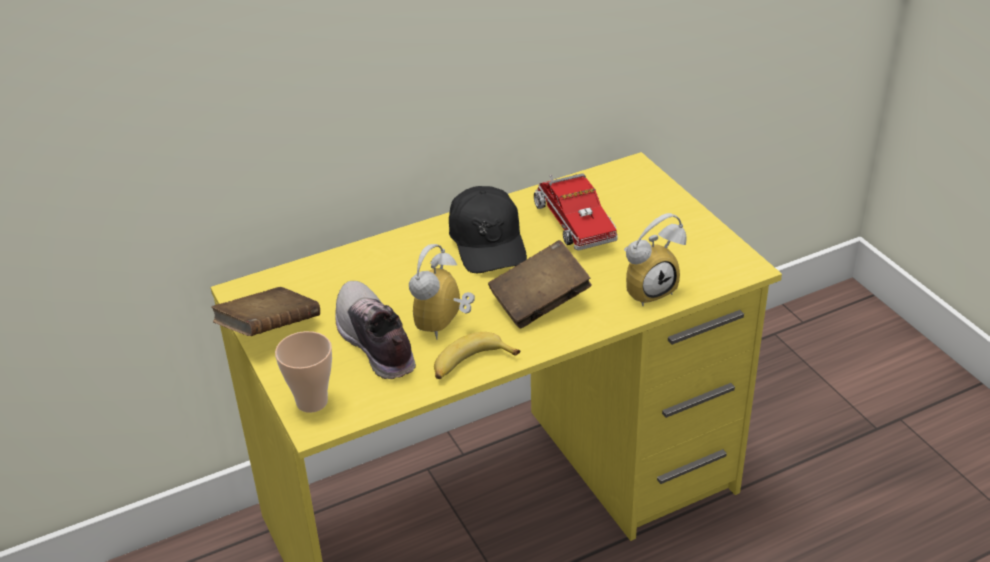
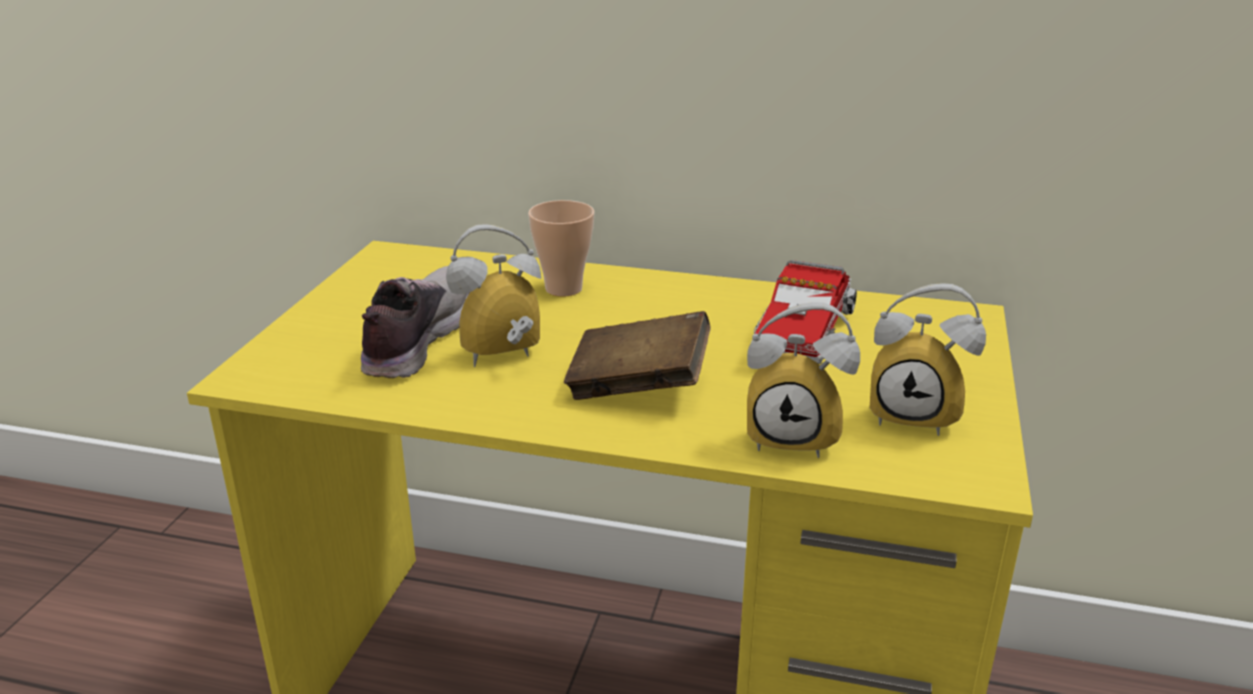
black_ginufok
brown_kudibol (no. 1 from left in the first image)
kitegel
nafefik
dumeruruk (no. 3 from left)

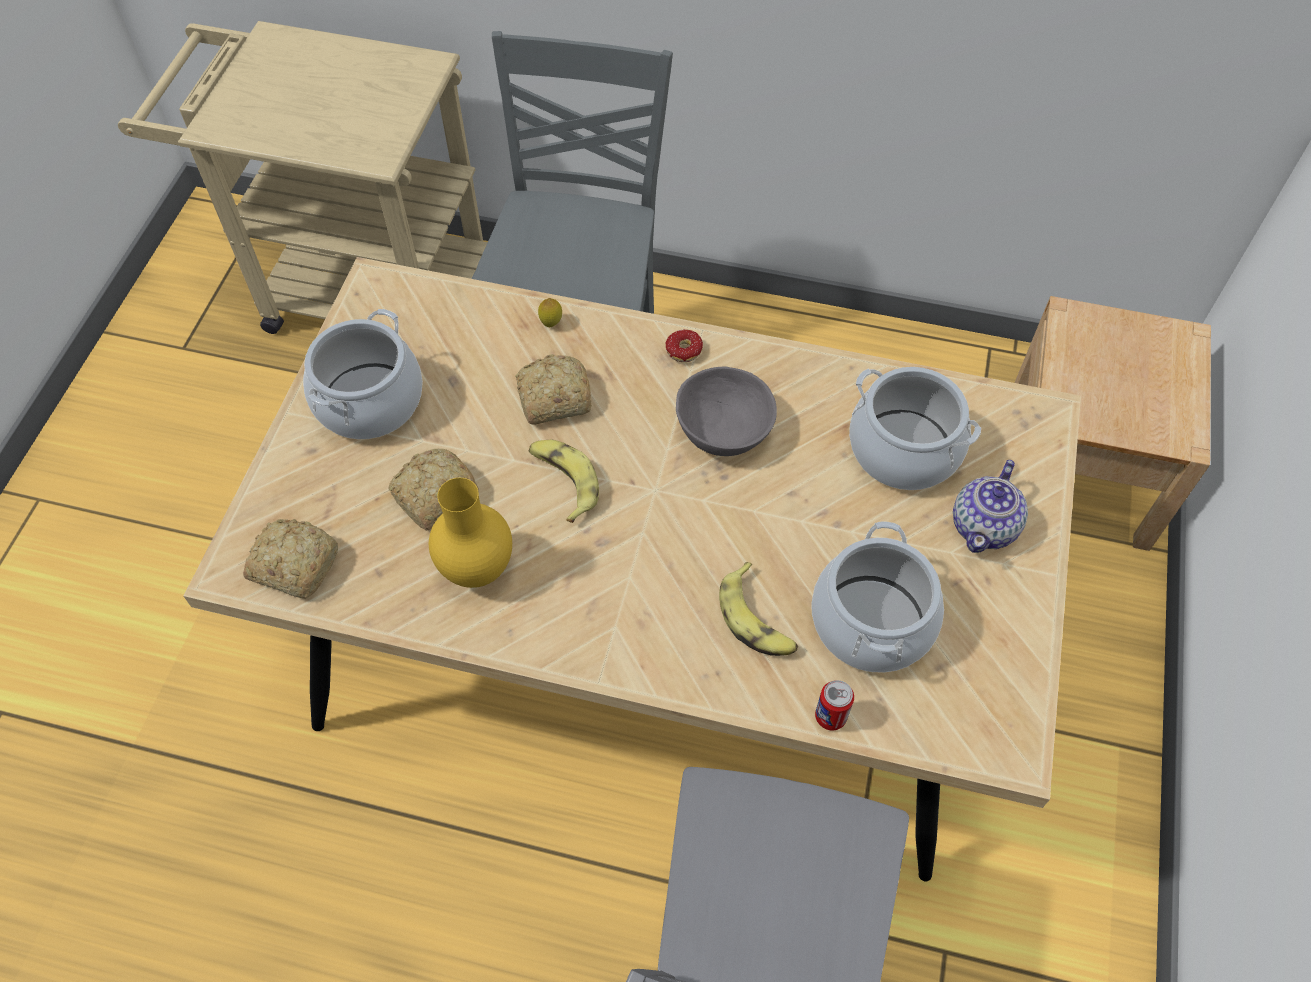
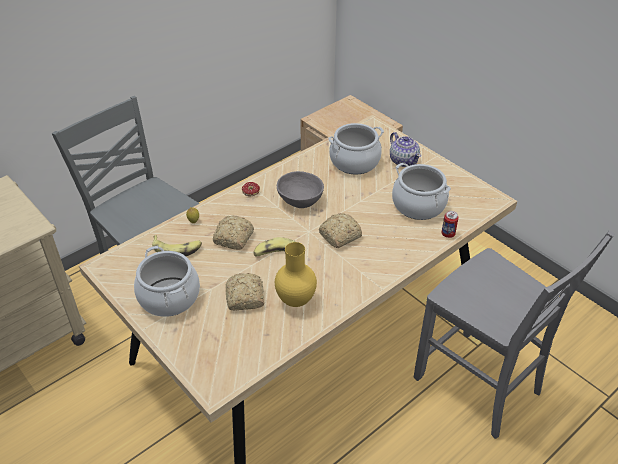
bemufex (no. 3 from left)
nafefik (no. 1 from left)

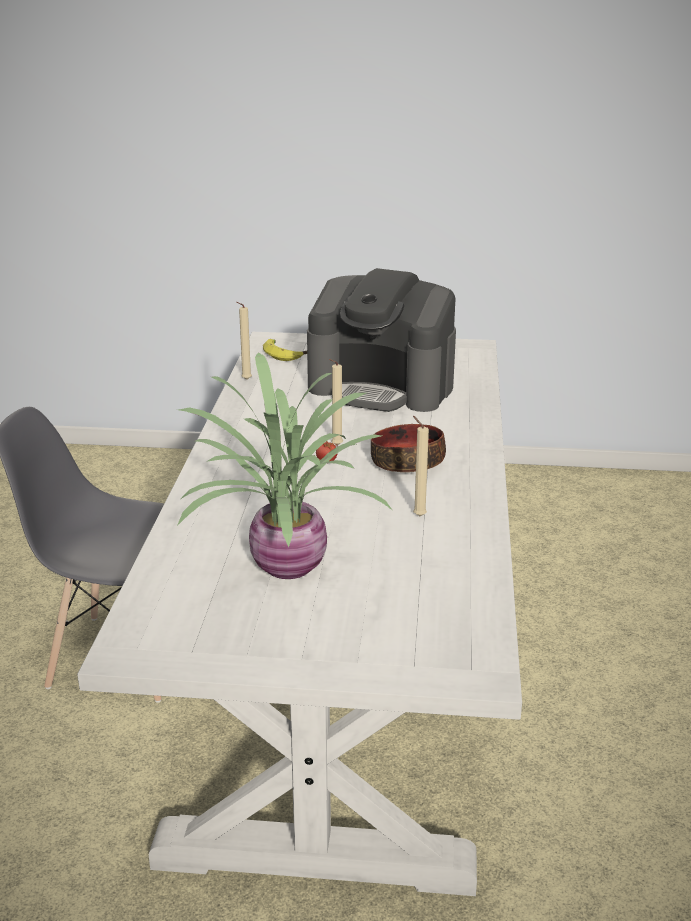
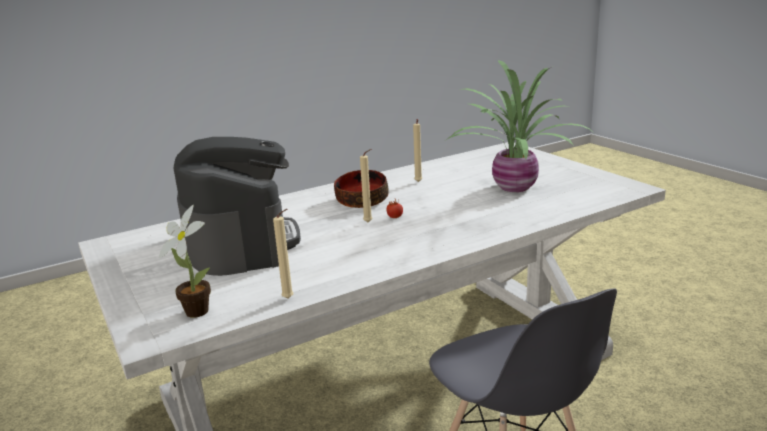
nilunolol (no. 1 from left)

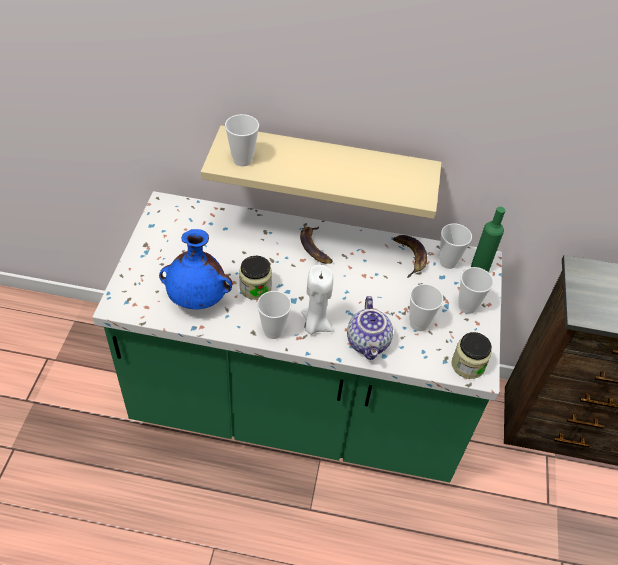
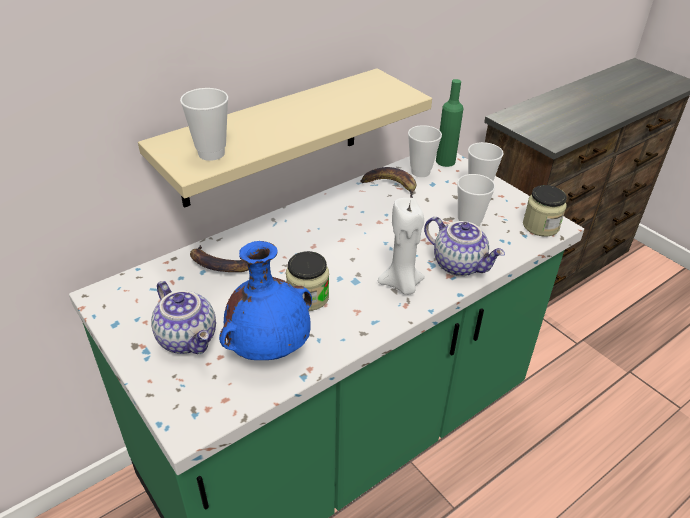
nafefik (no. 1 from left)
kitegel (no. 2 from left in the first image)
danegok (no. 1 from left)

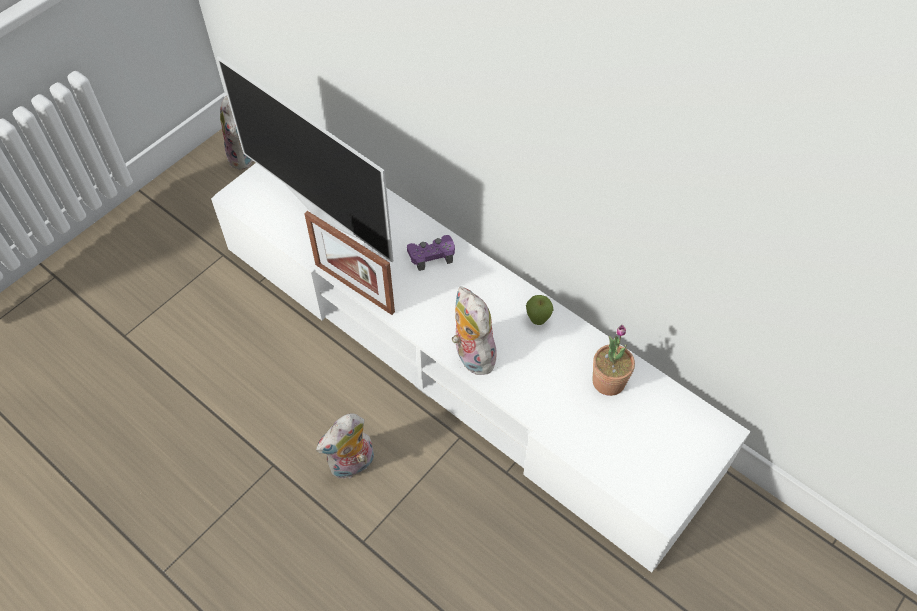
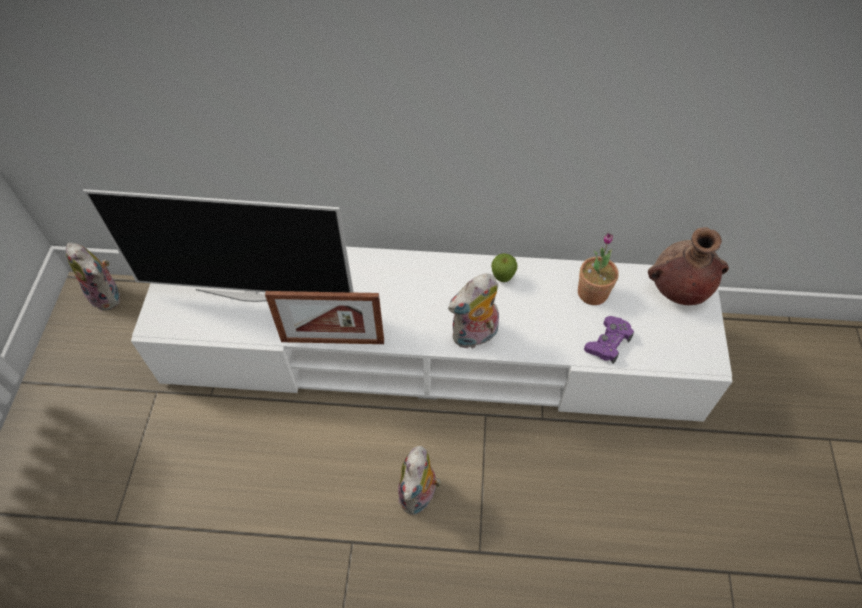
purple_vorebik
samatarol (no. 3 from left)
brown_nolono

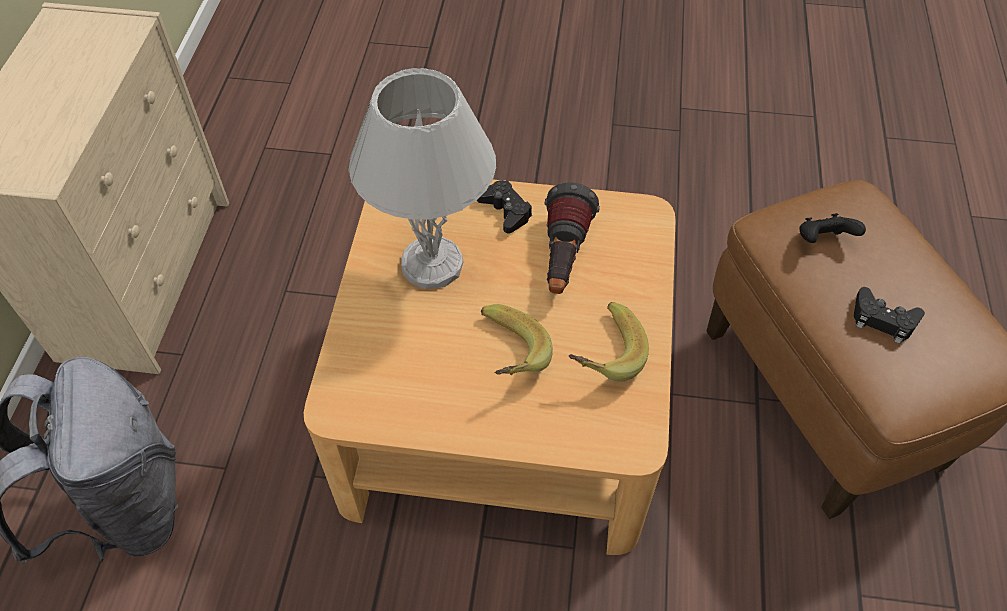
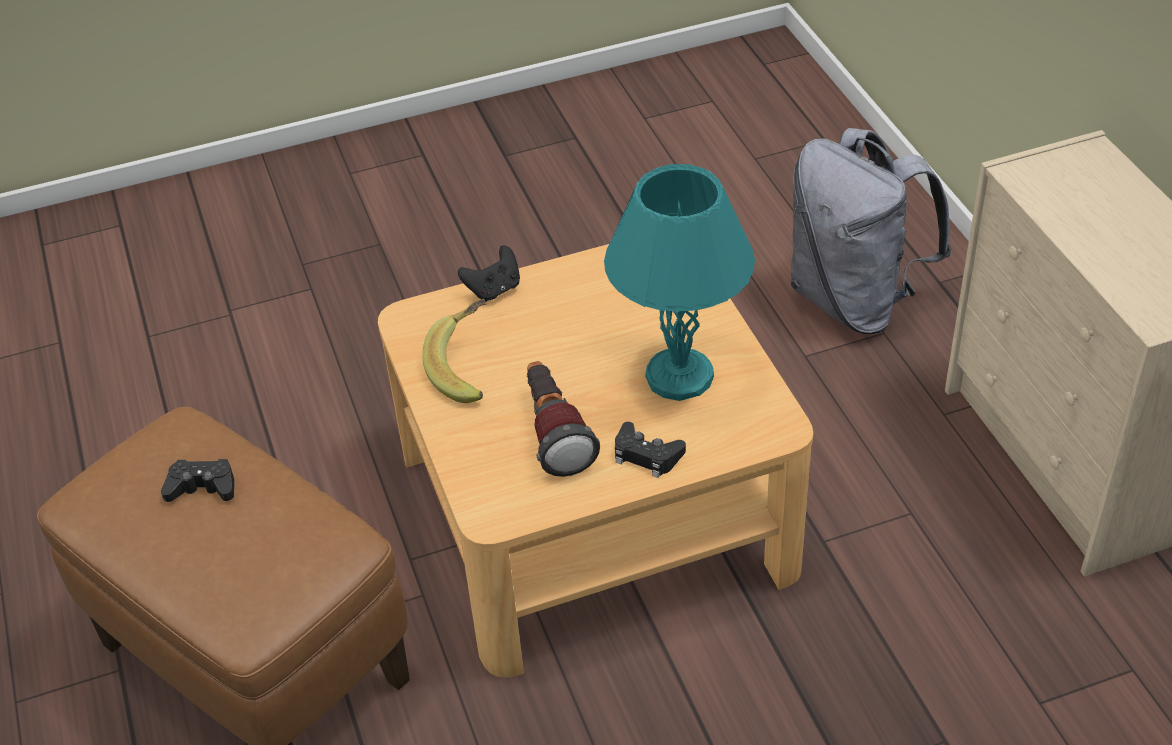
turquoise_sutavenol
black_vorebik (no. 2 from left)
nafefik (no. 1 from left in the first image)

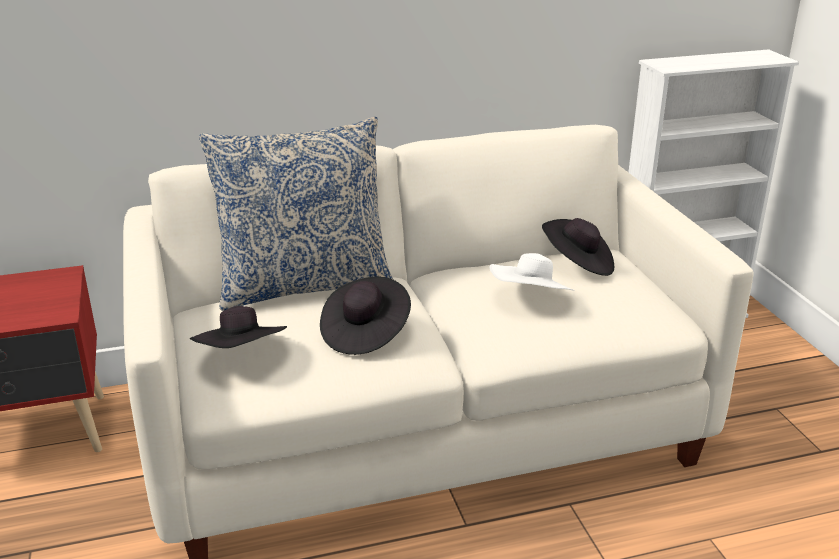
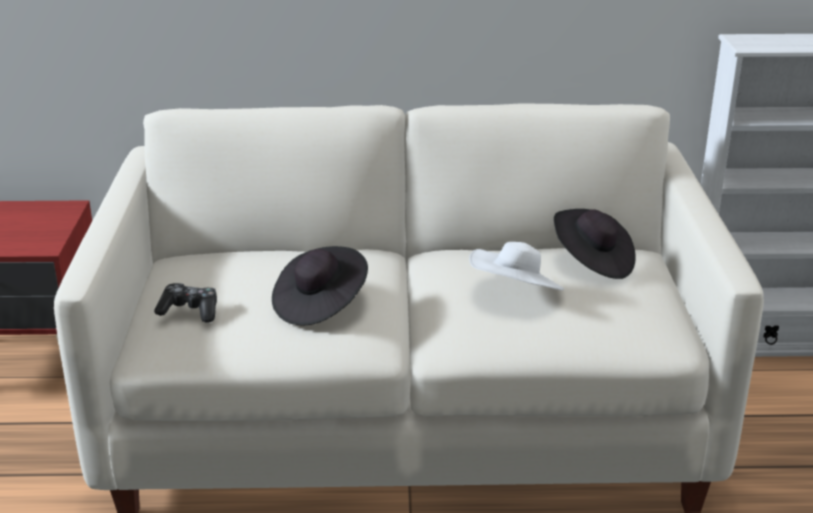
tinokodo
vorebik

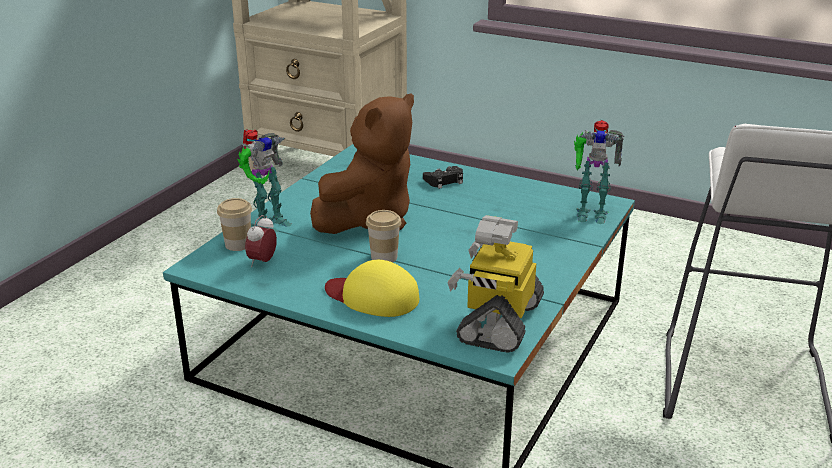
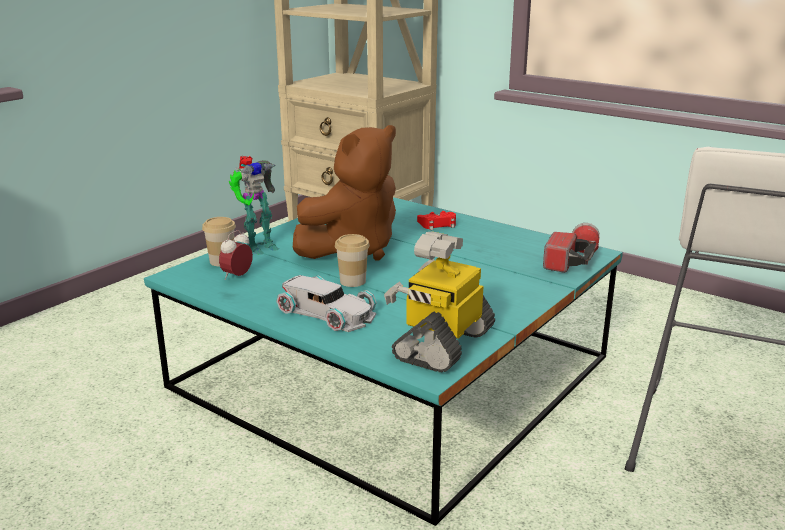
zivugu
red_vorebik
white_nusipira

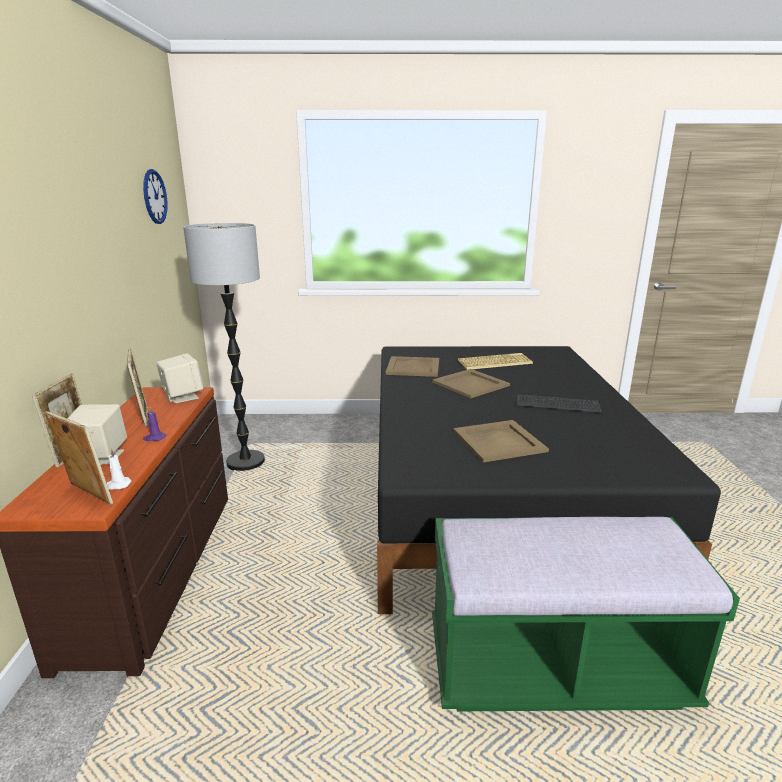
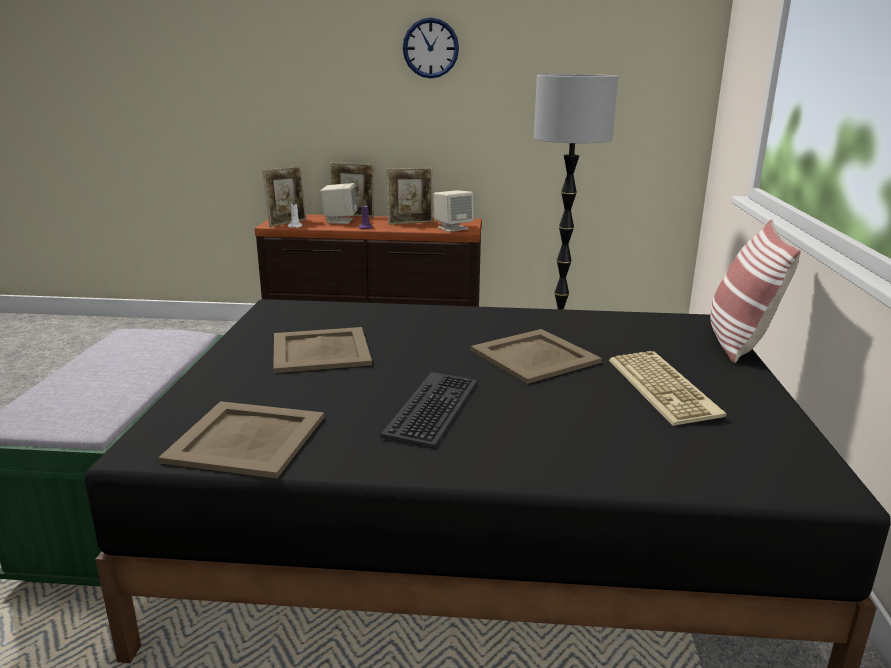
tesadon
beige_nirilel (no. 1 from left)
tinokodo

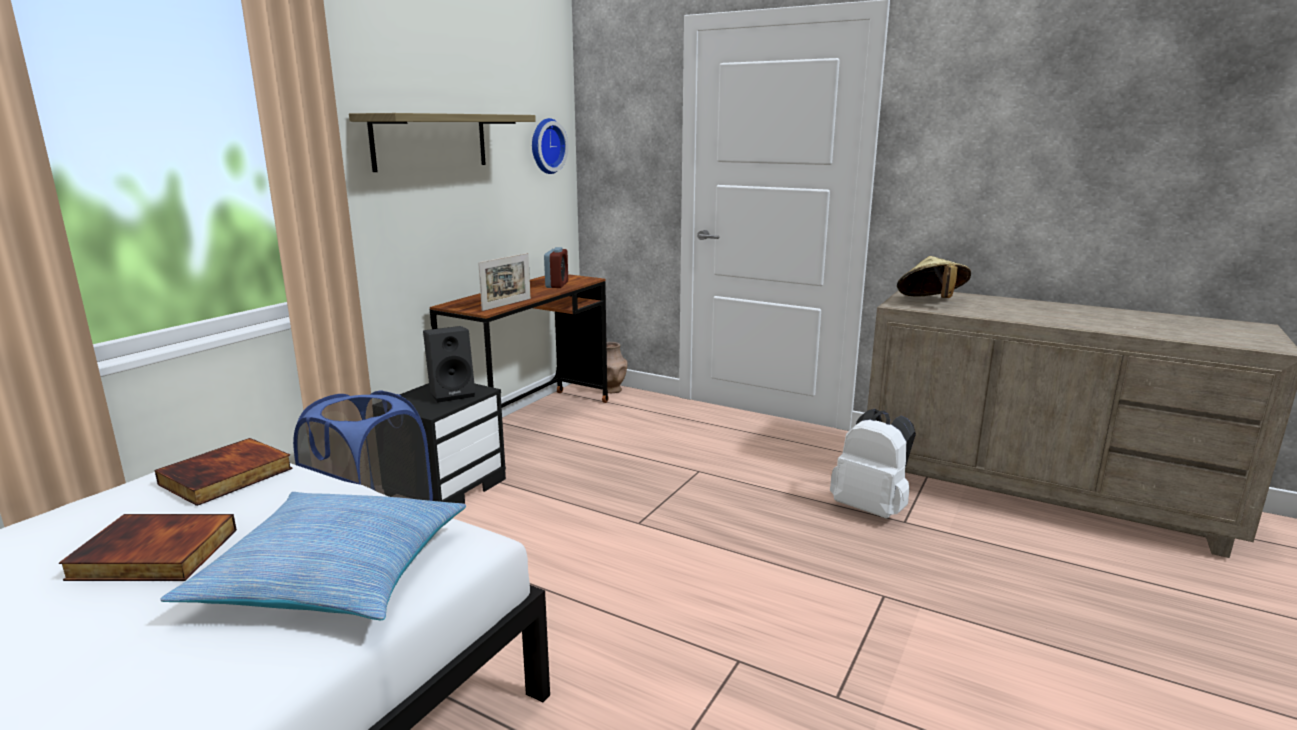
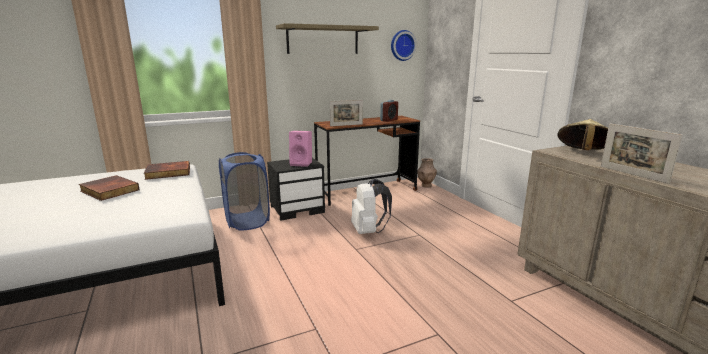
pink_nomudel
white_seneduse
tinokodo
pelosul (no. 2 from left)

